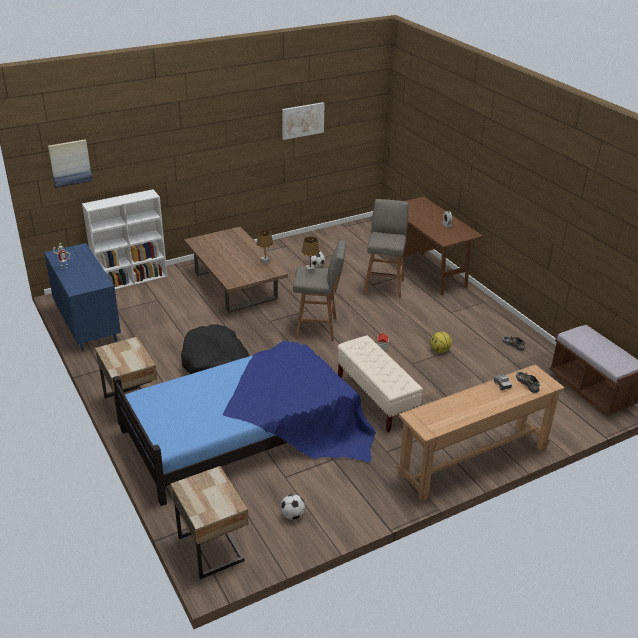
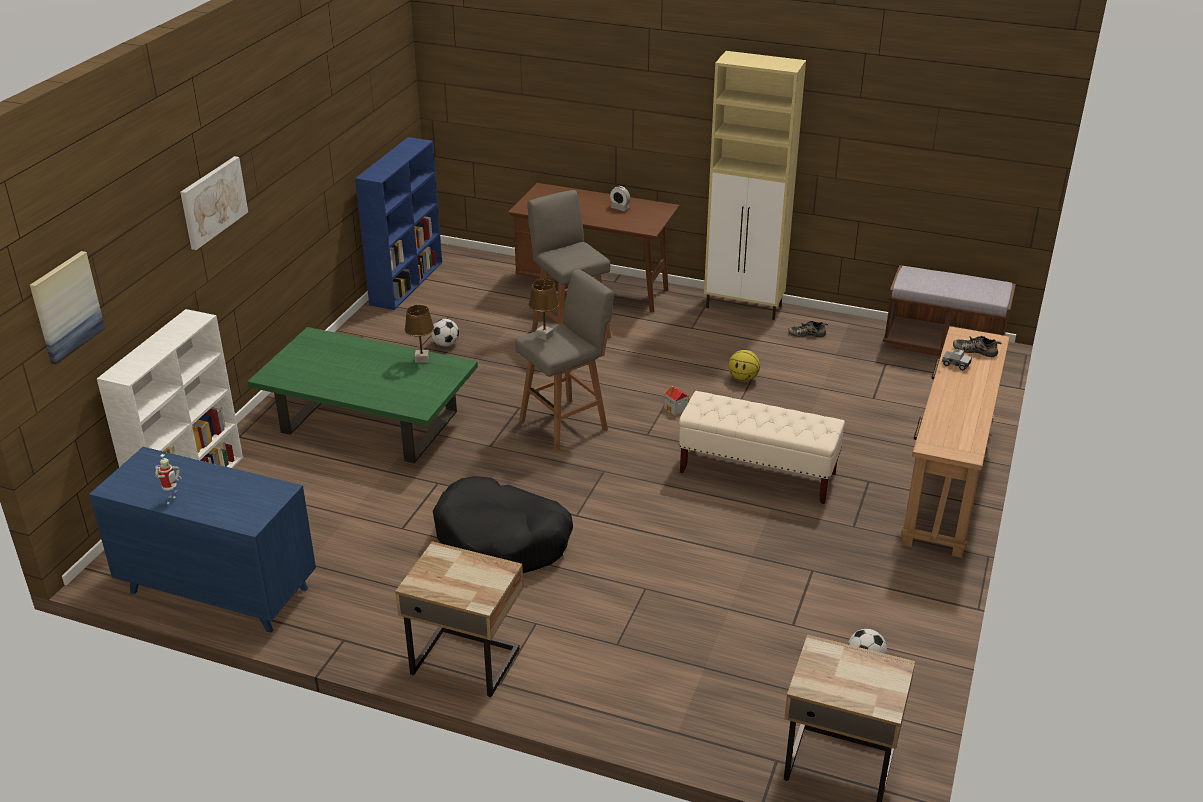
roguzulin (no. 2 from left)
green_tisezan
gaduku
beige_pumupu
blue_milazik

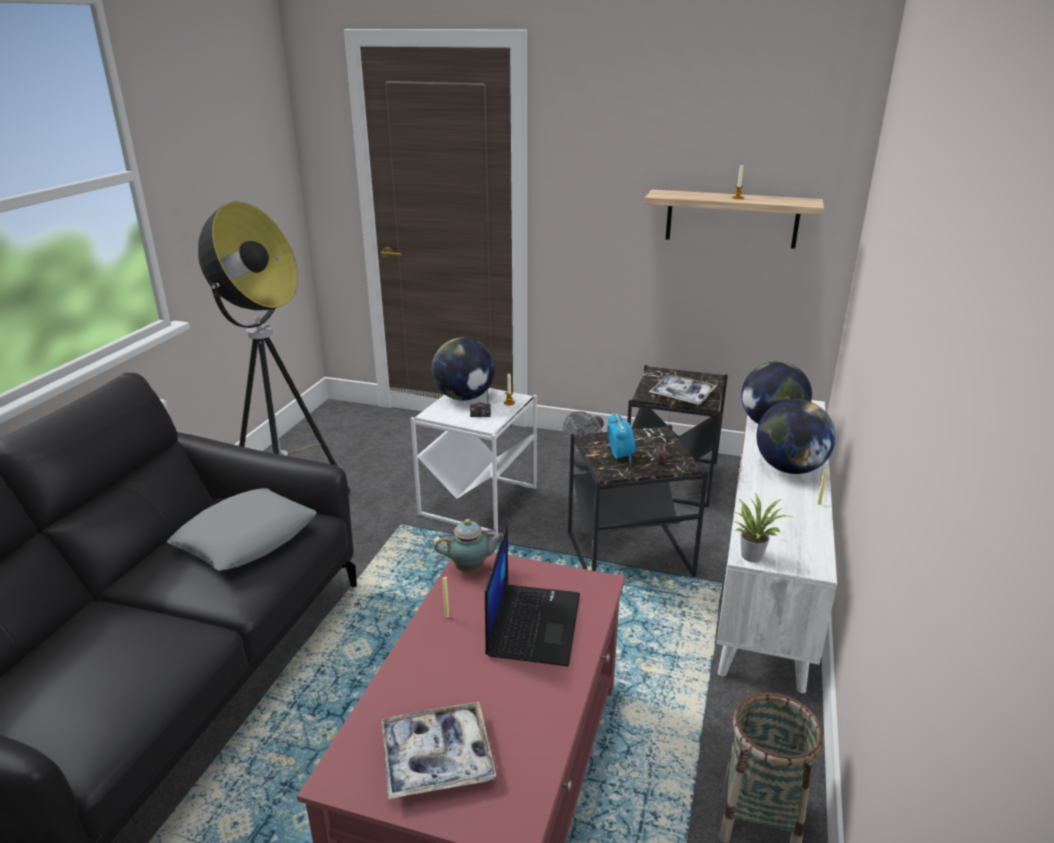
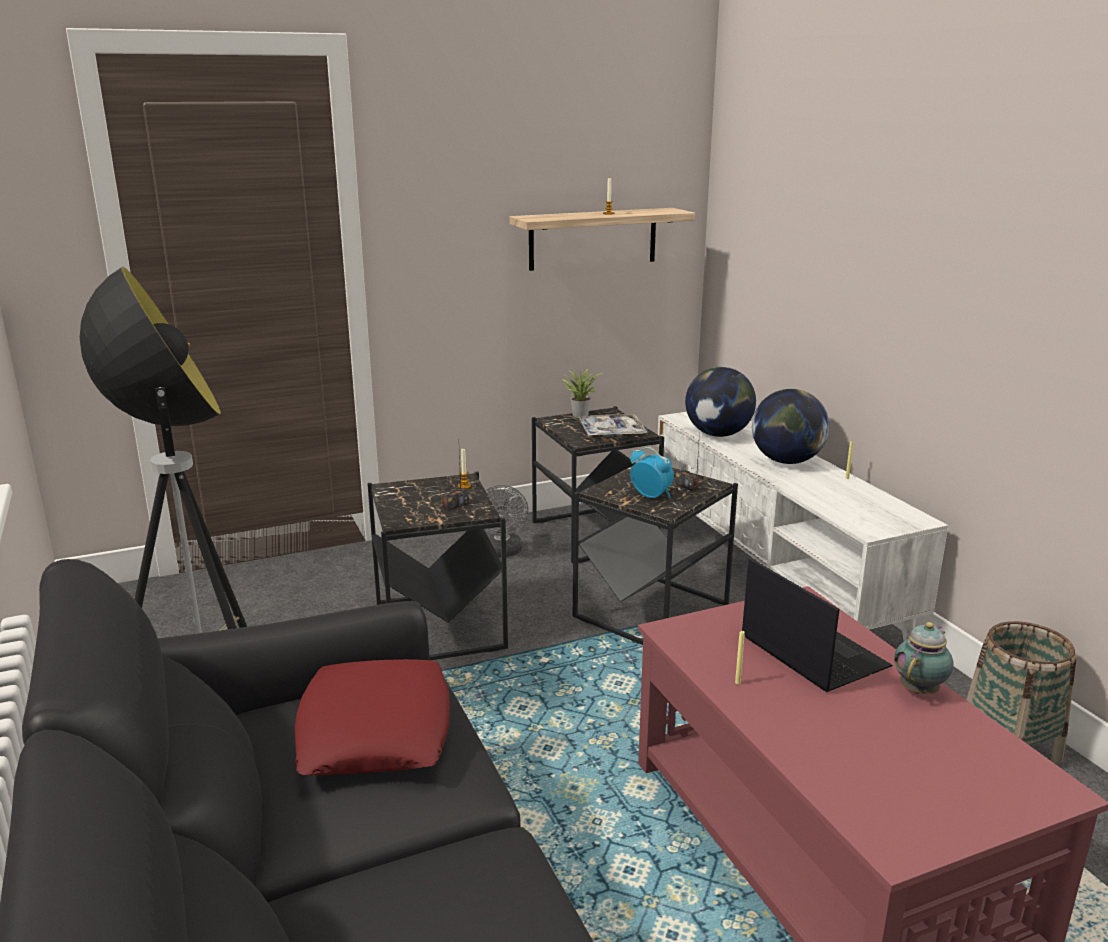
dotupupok (no. 1 from left in the first image)
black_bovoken (no. 1 from left)
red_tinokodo
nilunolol
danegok
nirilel (no. 1 from left in the first image)

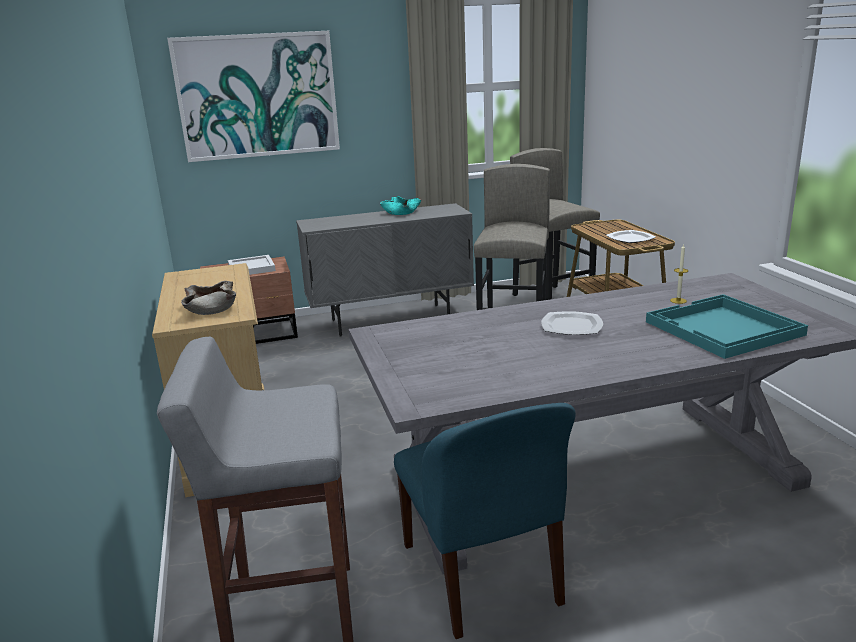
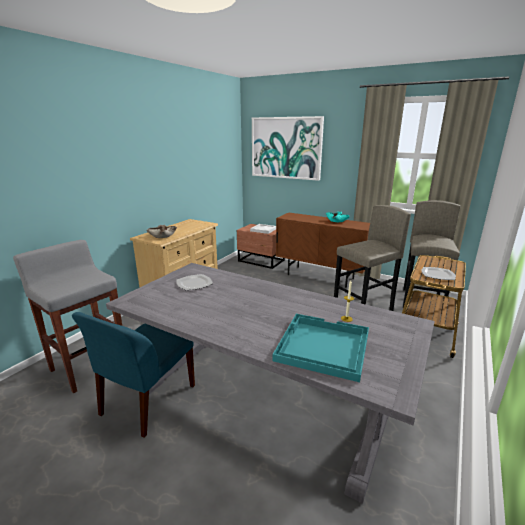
brown_pumupu
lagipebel (no. 1 from left)

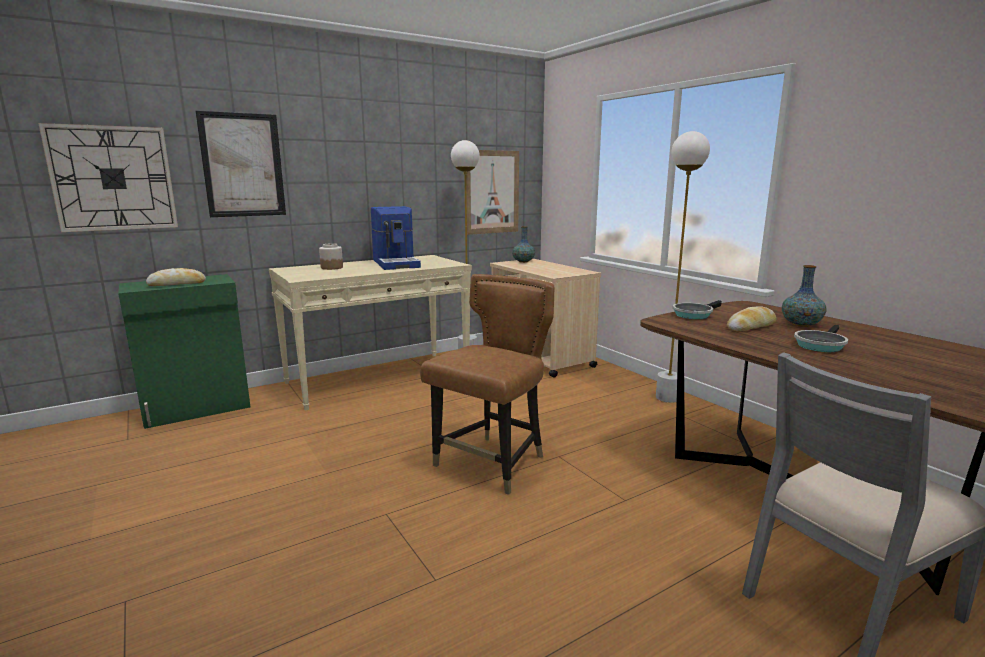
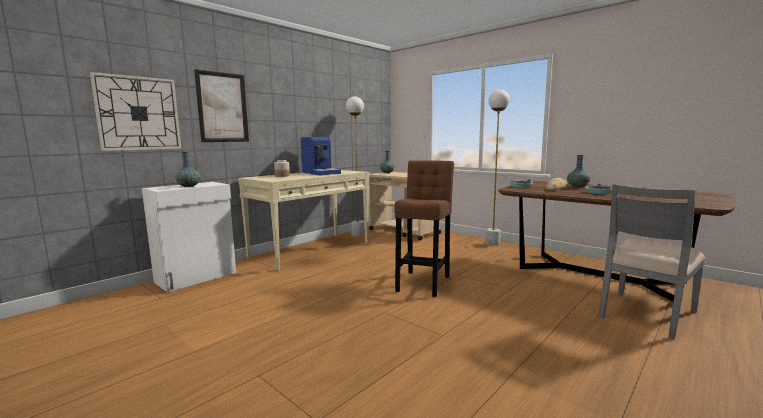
roguzulin (no. 2 from left in the first image)
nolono (no. 1 from left)
white_pumupu
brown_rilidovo

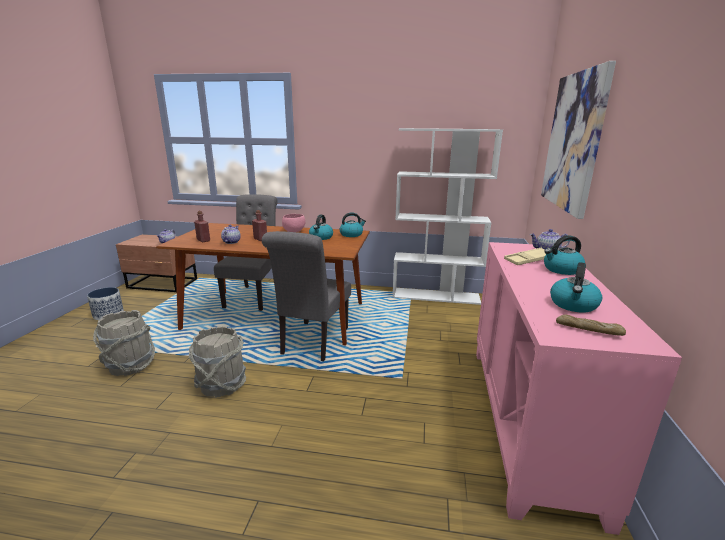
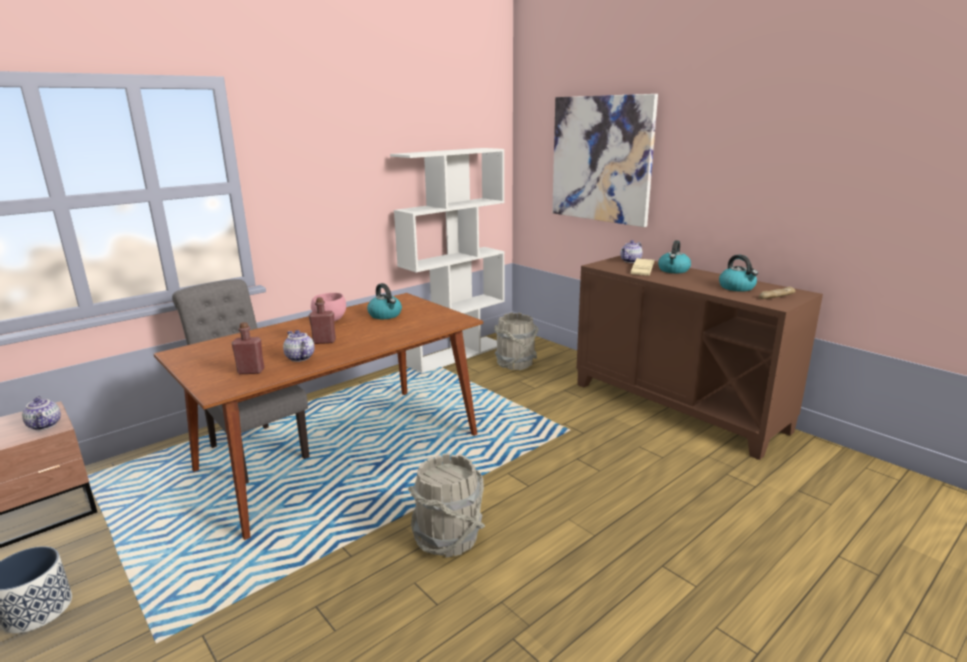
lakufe (no. 2 from left in the first image)
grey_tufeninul (no. 2 from left in the first image)
brown_pumupu
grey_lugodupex (no. 2 from left)

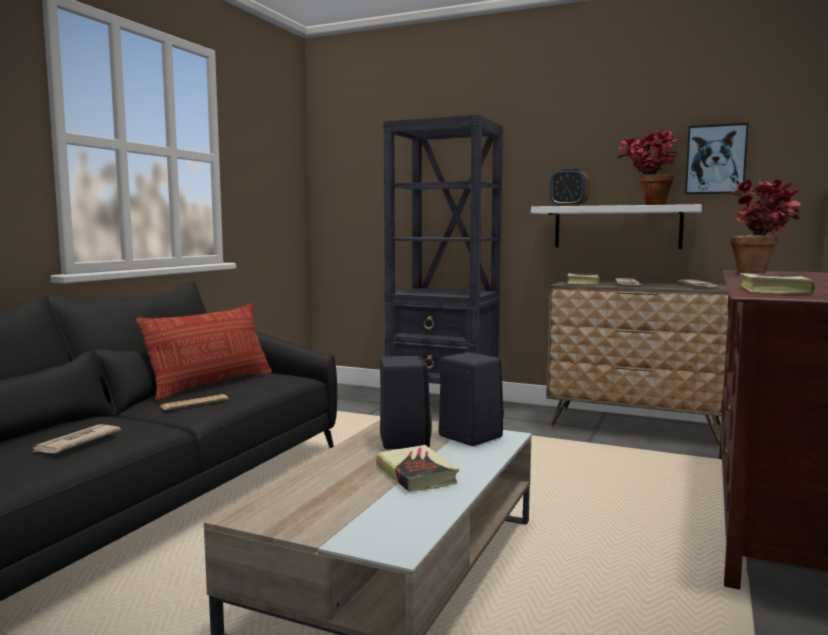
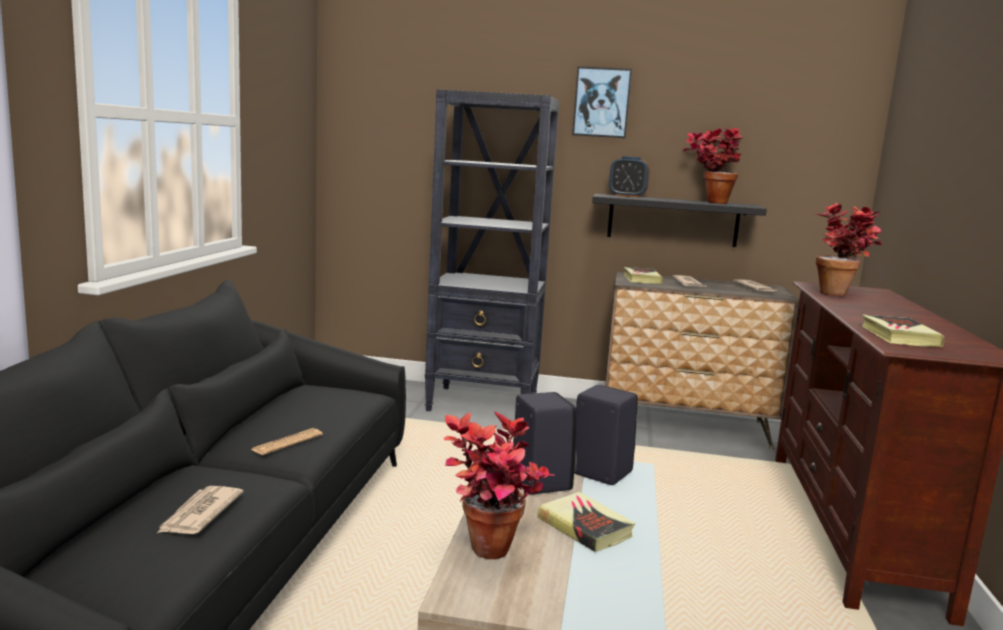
roguzulin
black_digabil
tinokodo
nilunolol (no. 1 from left)

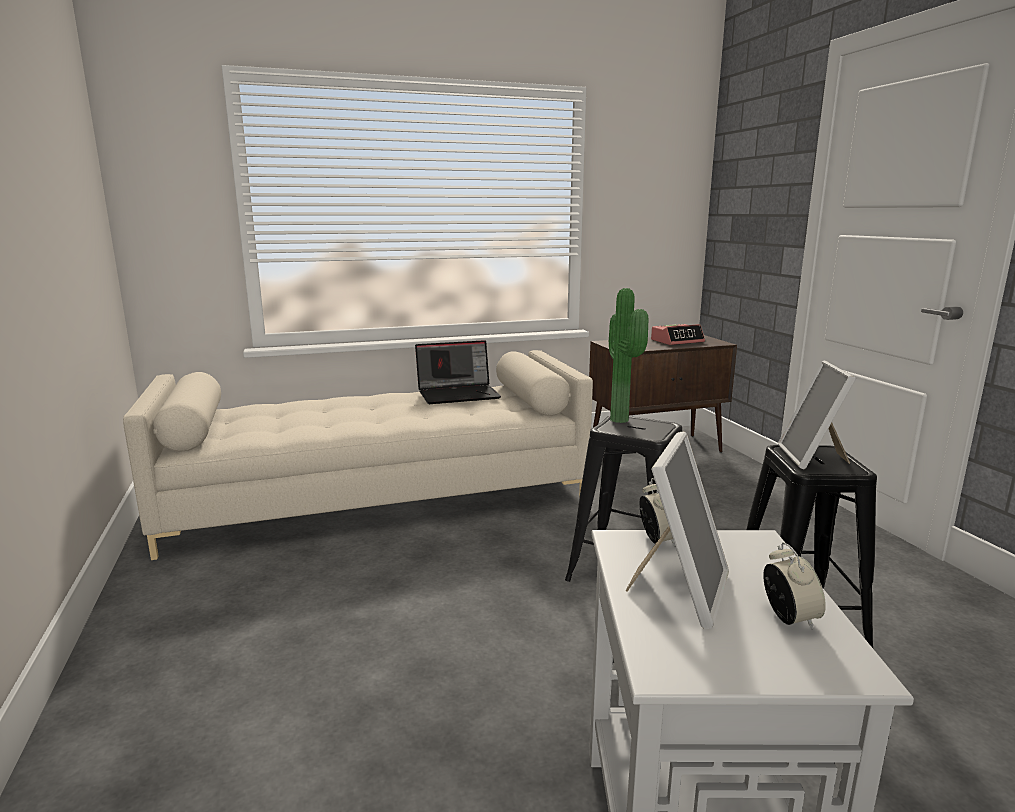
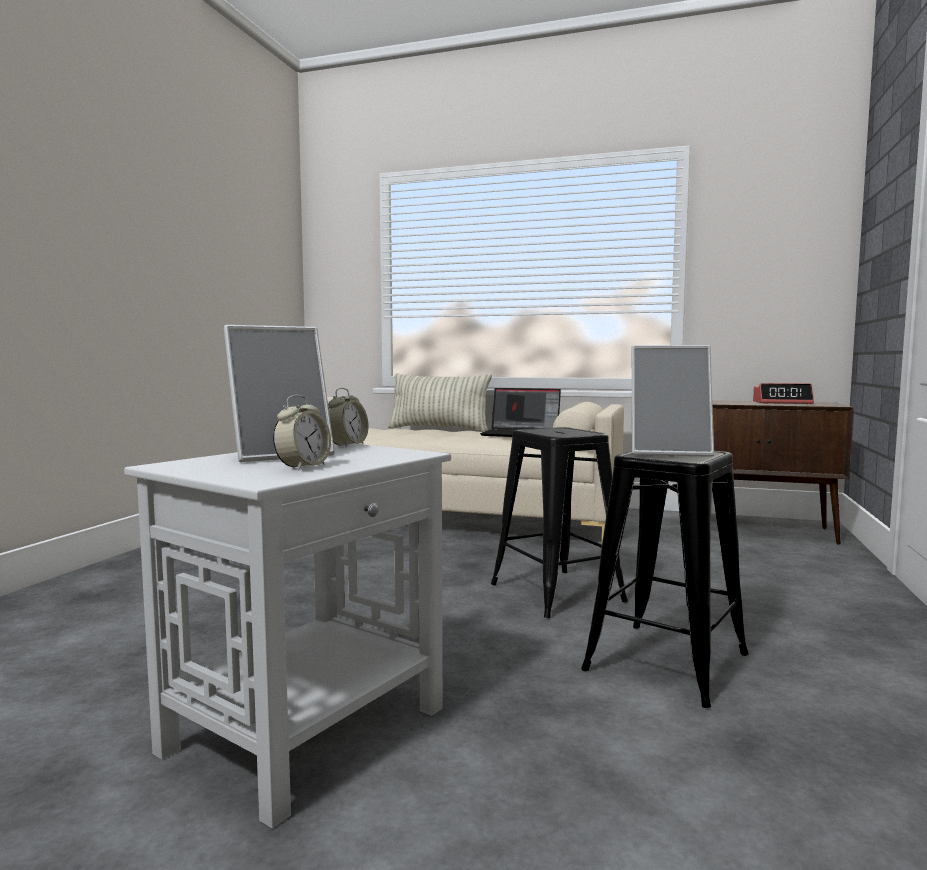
nilunolol
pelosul (no. 2 from left)
tinokodo

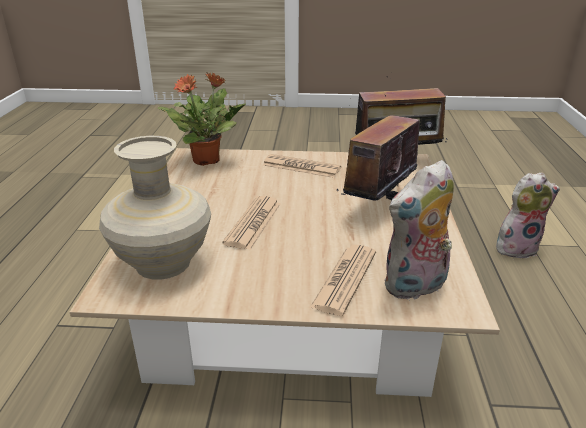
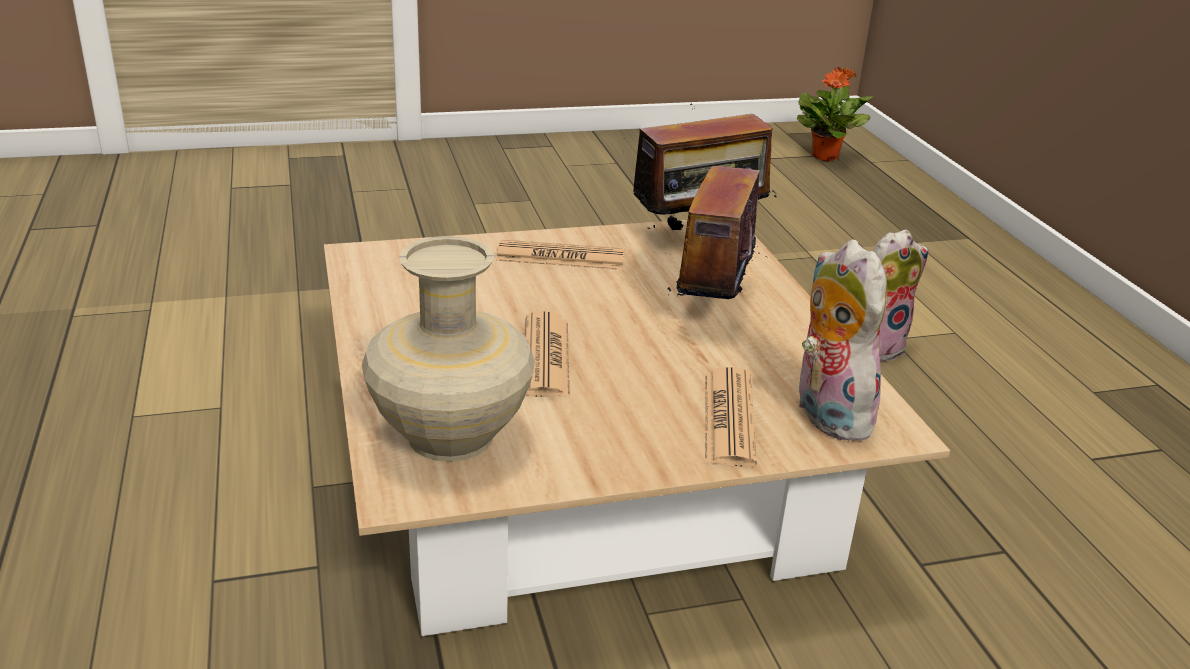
nilunolol
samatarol (no. 1 from left)

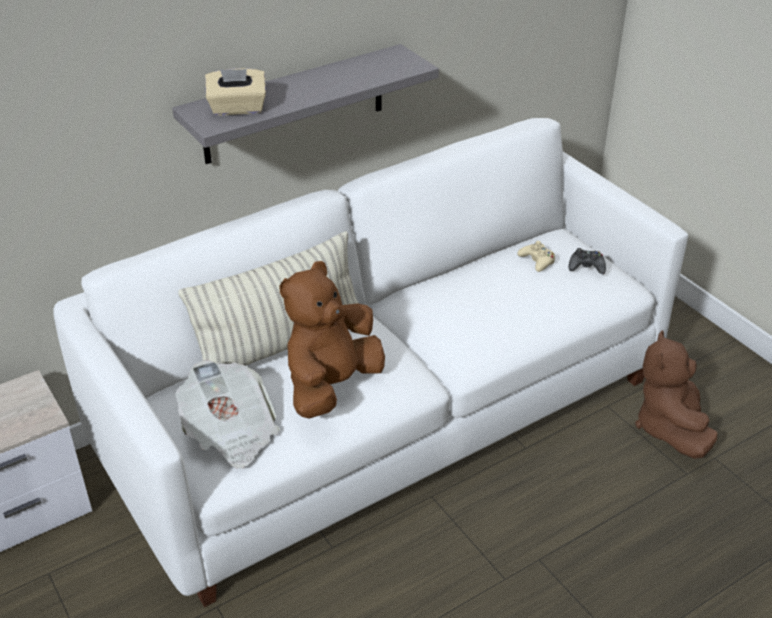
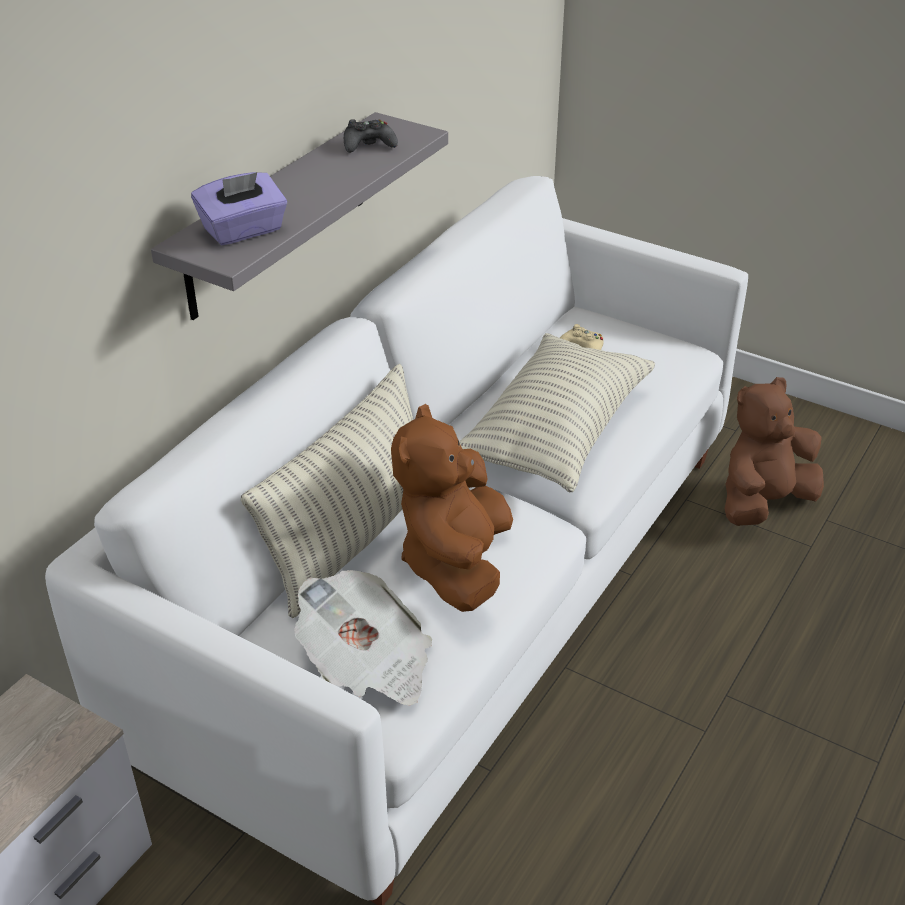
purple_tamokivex
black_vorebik
brown_samatarol (no. 2 from left)
tinokodo (no. 2 from left)

